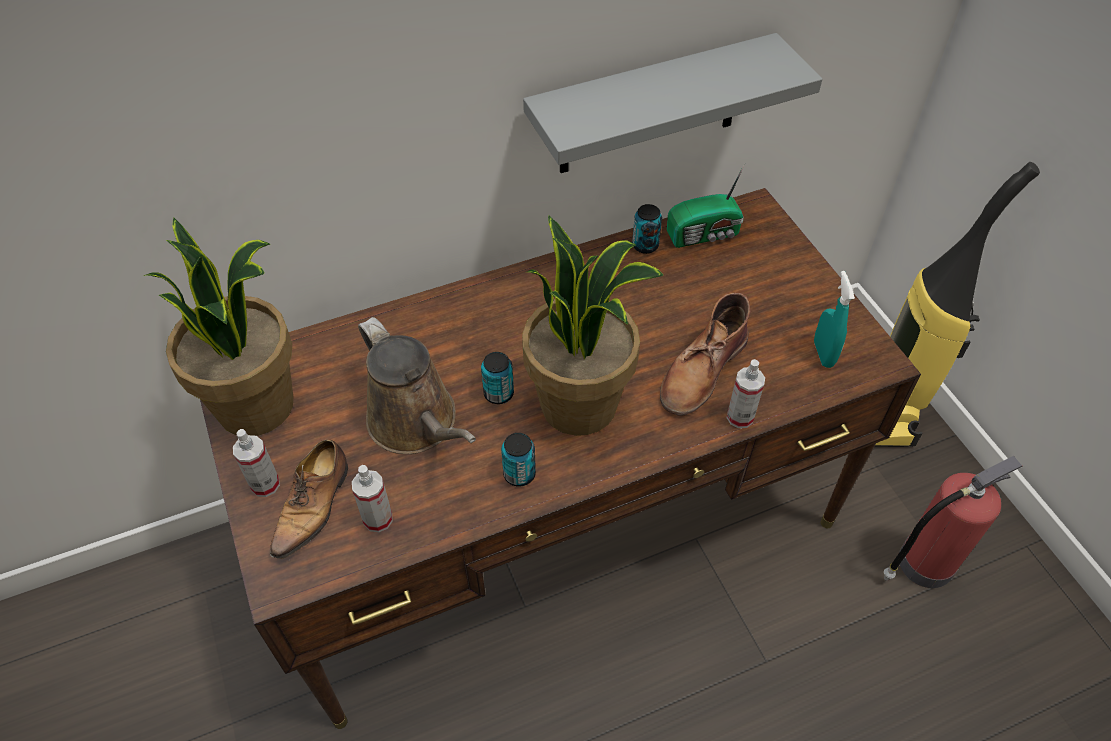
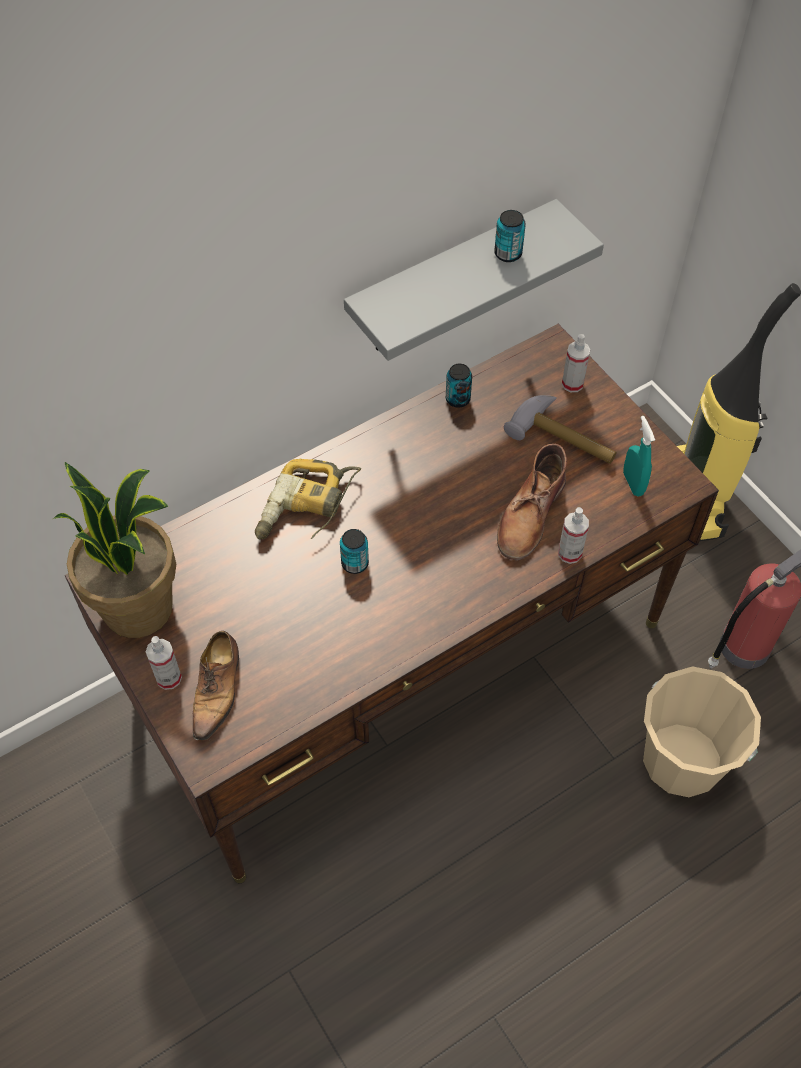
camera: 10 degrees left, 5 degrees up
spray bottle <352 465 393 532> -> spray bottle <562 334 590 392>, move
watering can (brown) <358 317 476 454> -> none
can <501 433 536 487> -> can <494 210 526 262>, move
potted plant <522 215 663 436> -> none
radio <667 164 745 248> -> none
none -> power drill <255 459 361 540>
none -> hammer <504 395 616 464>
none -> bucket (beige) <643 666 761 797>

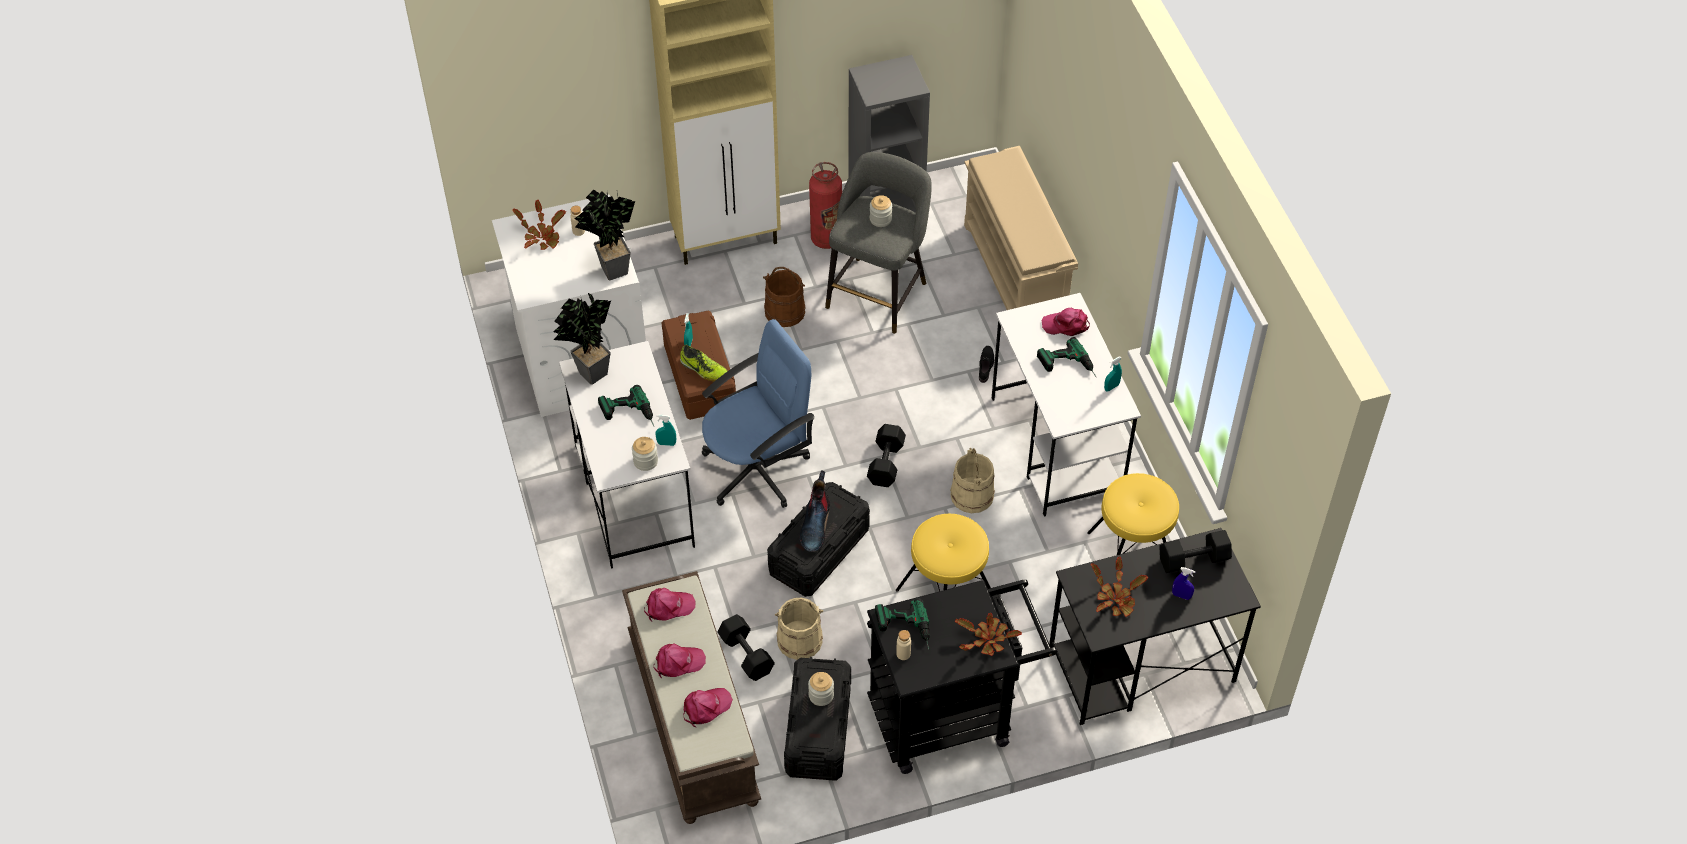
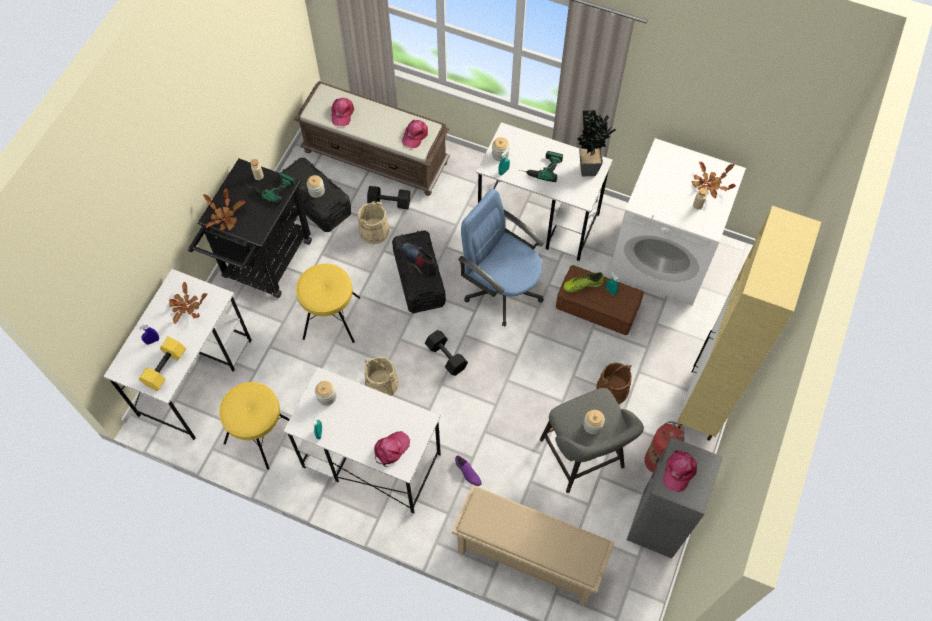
camera: 130 degrees right, 10 degrees up
potted plant <574 190 635 280> -> none
cap (pink) <654 644 706 678> -> cap (pink) <663 450 697 492>, move
office chair (blue) <701 319 815 508> -> office chair (blue) <458 189 544 327>, 120 degrees clockwise
shoe (black) <979 346 994 383> -> shoe (purple) <455 456 482 486>
power drill <1037 337 1097 378> -> none
desk (black) <1049 528 1261 725> -> desk (white) <103 269 251 440>
dumbbell (black) <1159 530 1232 573> -> dumbbell (yellow) <139 337 186 391>
none -> jar <315 381 336 406>

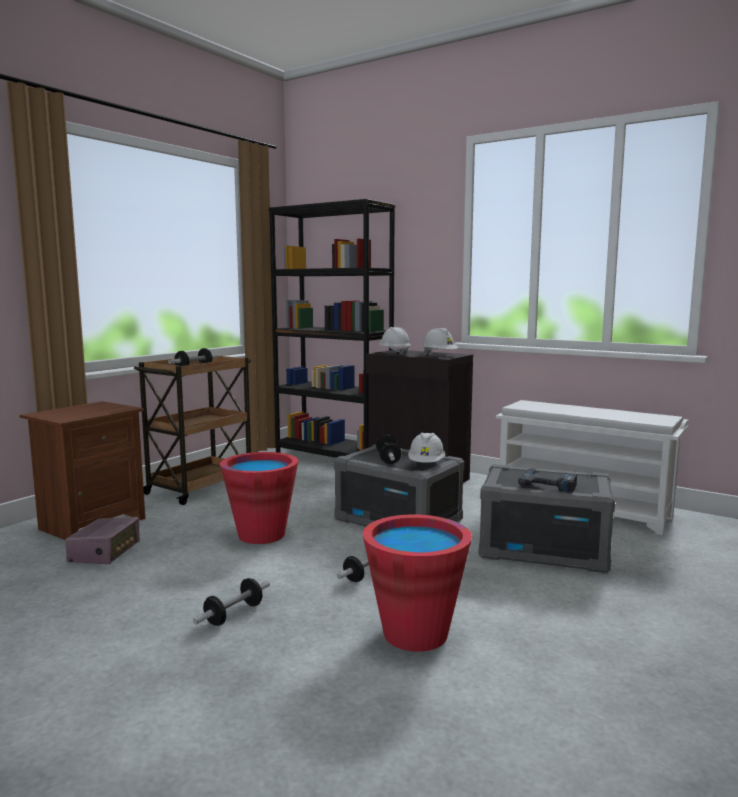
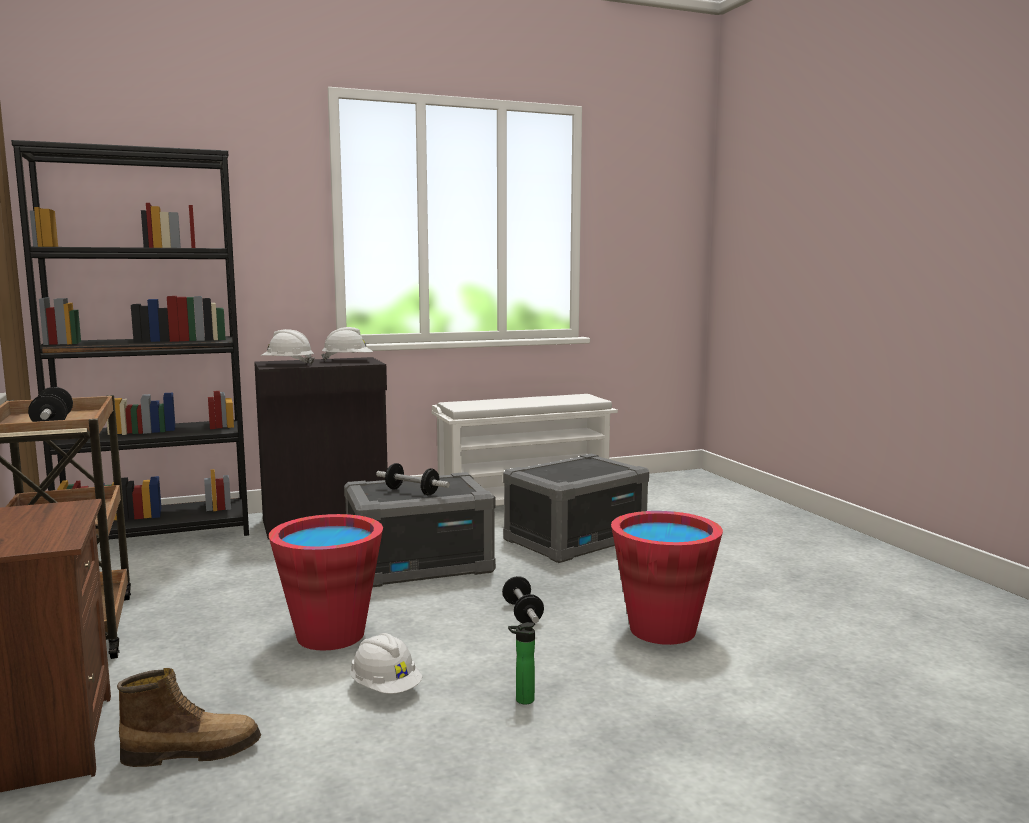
camera: 55 degrees left, 0 degrees up
radio <65 517 139 564> -> boot <117 668 261 767>
dumbbell <193 578 270 626> -> bottle <508 622 535 705>
hard hat (white) <408 432 445 463> -> hard hat (white) <350 633 422 694>, move
power drill <518 468 577 493> -> none

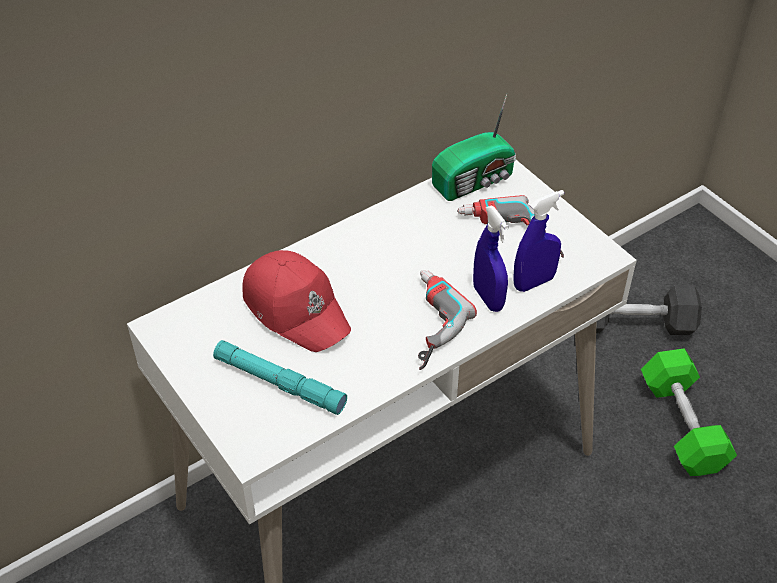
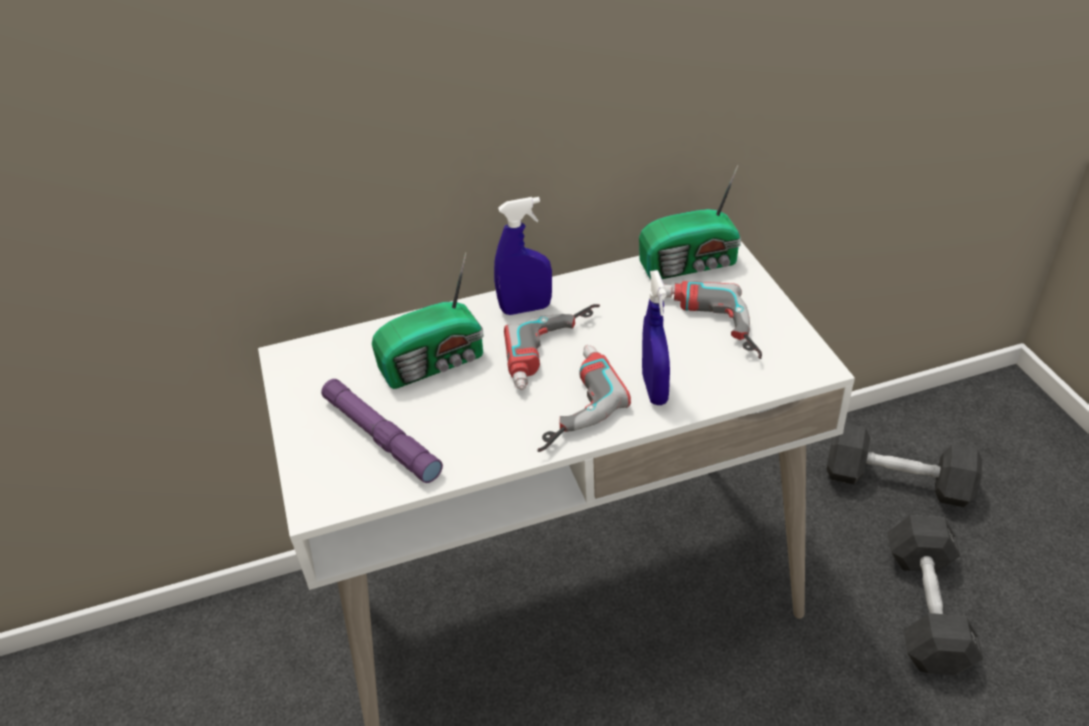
camera: 20 degrees right, 5 degrees down
flashlight (turquoise) <213 340 347 415> -> flashlight (purple) <321 379 443 483>
cap (red) <242 250 351 352> -> radio <372 253 484 389>
spray bottle (blue) <513 190 564 292> -> spray bottle (blue) <494 197 552 315>, move
dumbbell (green) <641 348 737 476> -> dumbbell (grey) <888 515 983 675>
none -> power drill <504 304 600 390>

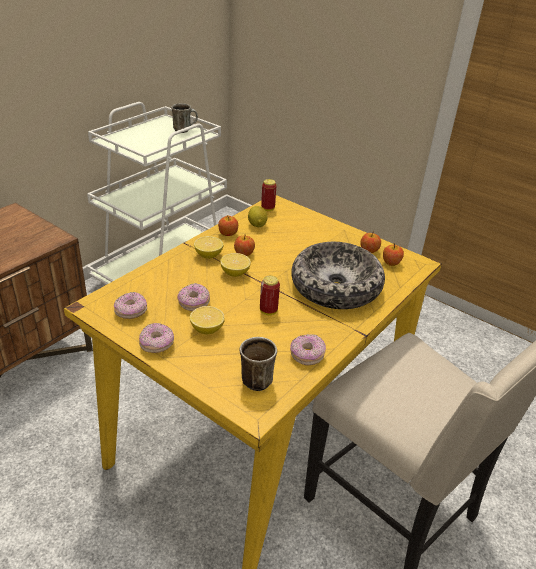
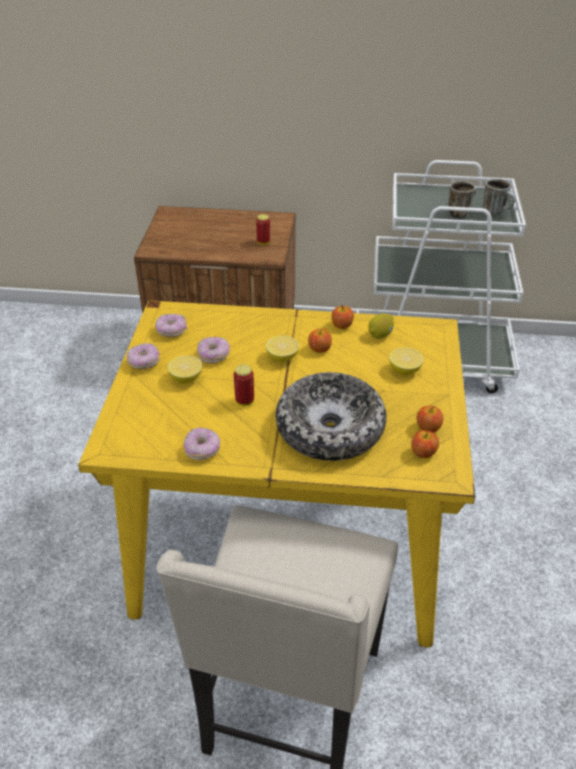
camera: 60 degrees right, 5 degrees up
lemon <194 236 224 259> -> lemon <389 348 423 375>, move
mug <240 337 277 391> -> mug <448 181 476 218>, move
can <261 179 276 211> -> can <256 214 270 245>, move

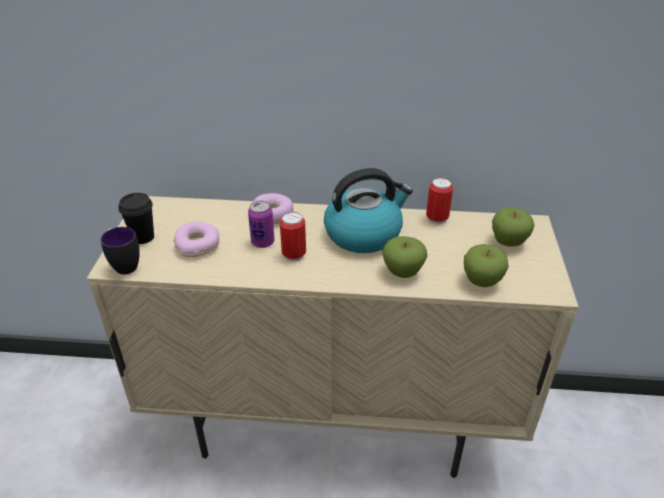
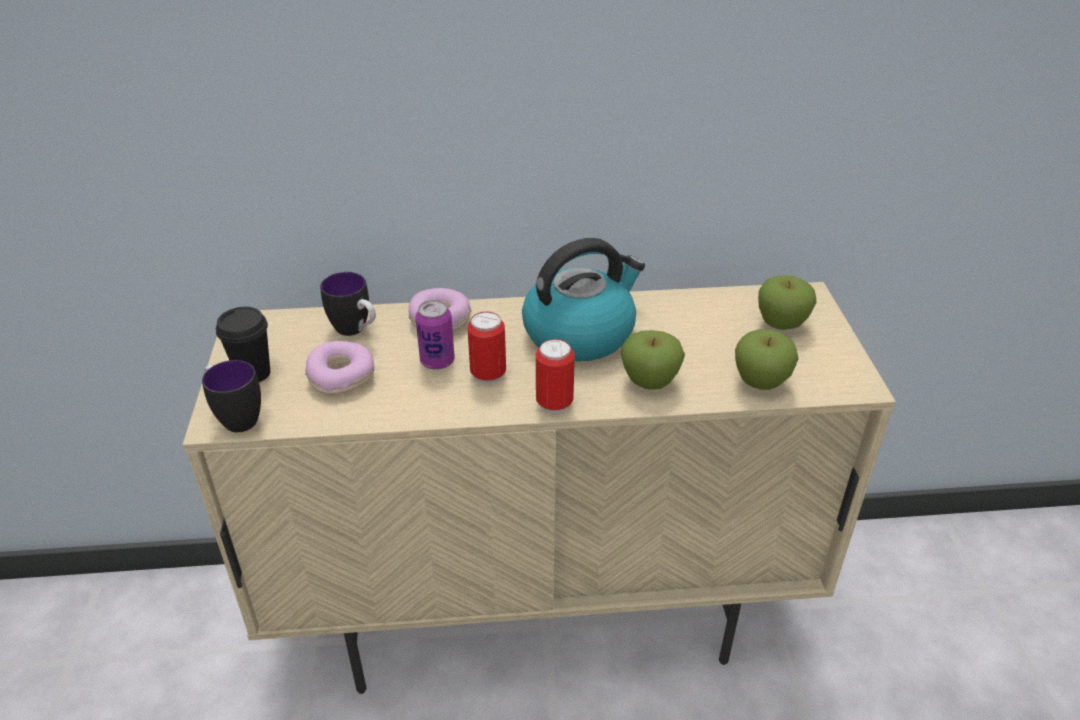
camera: 10 degrees left, 0 degrees up
can <426 178 453 224> -> can <536 339 575 414>, move
none -> mug <320 272 376 336>

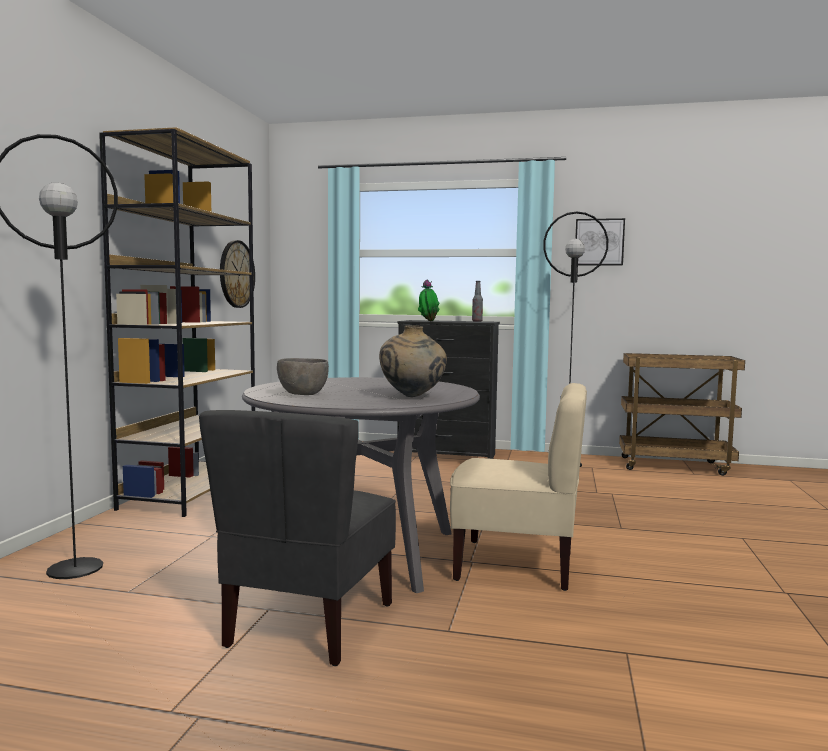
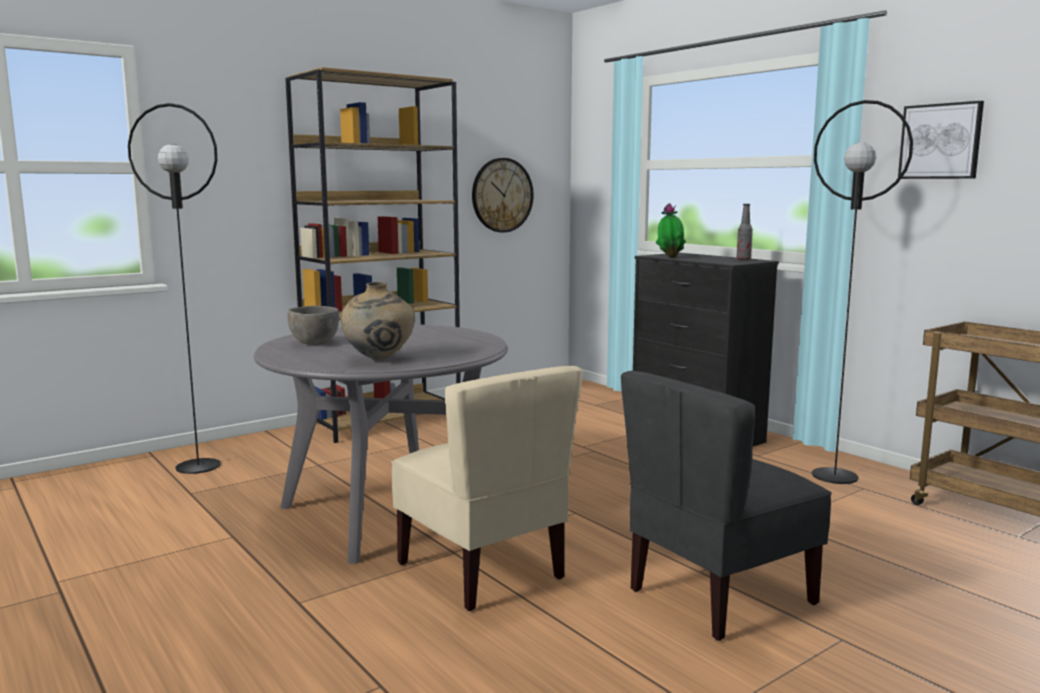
camera: 40 degrees right, 5 degrees up
chair (grey) <199 410 396 666> -> chair (grey) <621 371 832 641>, move

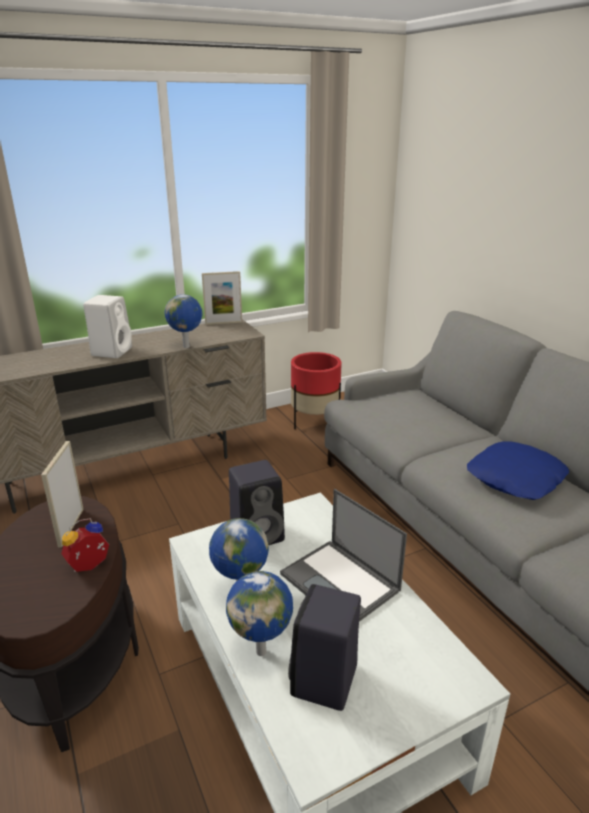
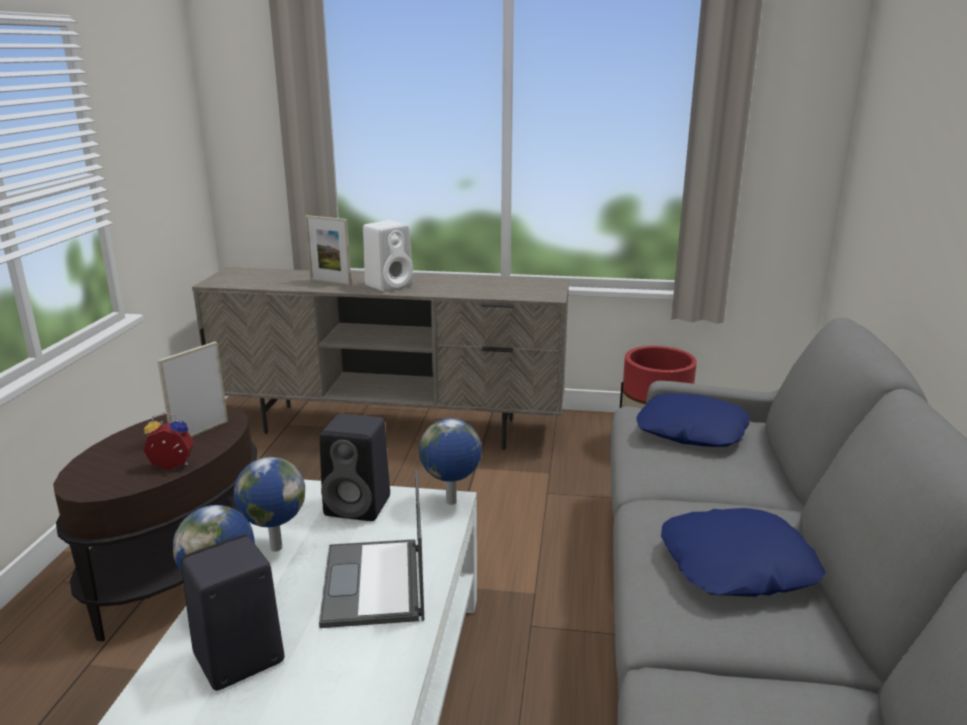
camera: 35 degrees right, 5 degrees down
globe <165 294 202 348> -> globe <419 418 482 505>, move
picture frame <202 271 242 325> -> picture frame <305 215 351 285>, move
none -> pillow (blue) <636 393 750 447>

